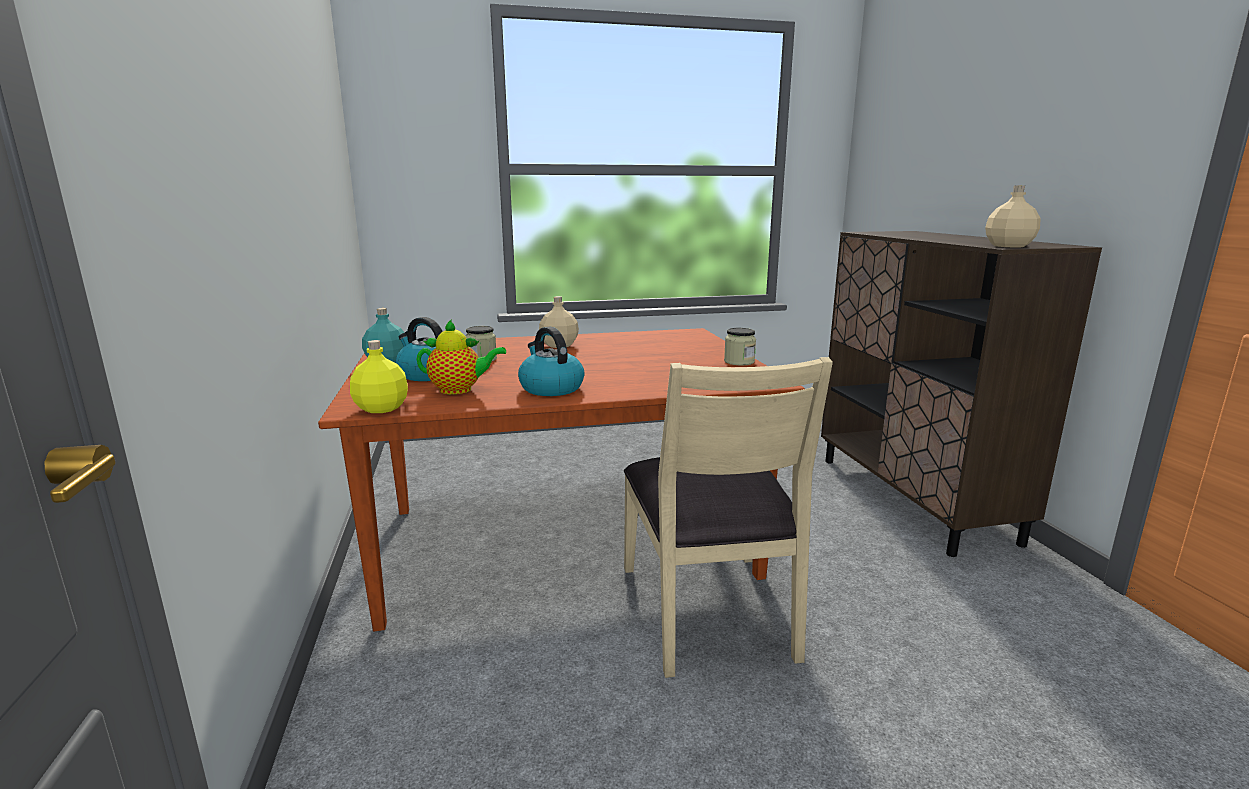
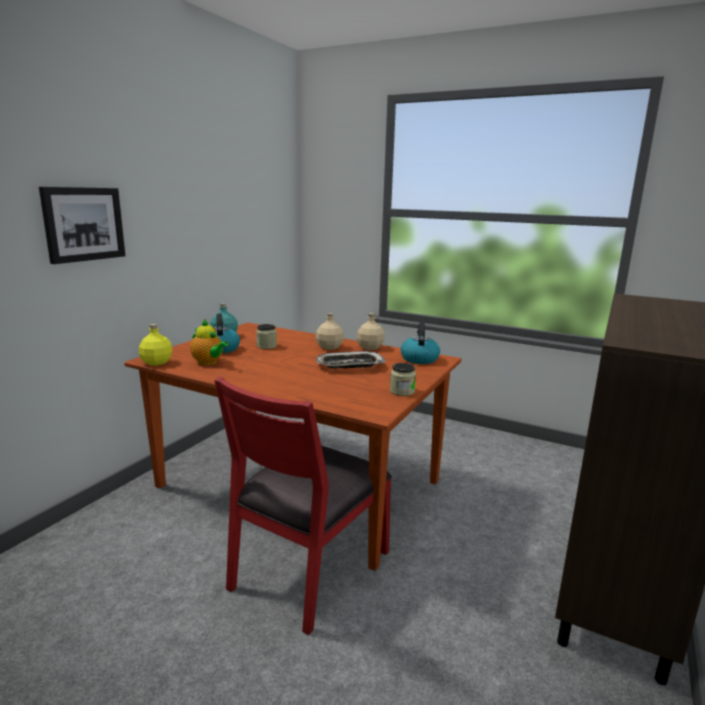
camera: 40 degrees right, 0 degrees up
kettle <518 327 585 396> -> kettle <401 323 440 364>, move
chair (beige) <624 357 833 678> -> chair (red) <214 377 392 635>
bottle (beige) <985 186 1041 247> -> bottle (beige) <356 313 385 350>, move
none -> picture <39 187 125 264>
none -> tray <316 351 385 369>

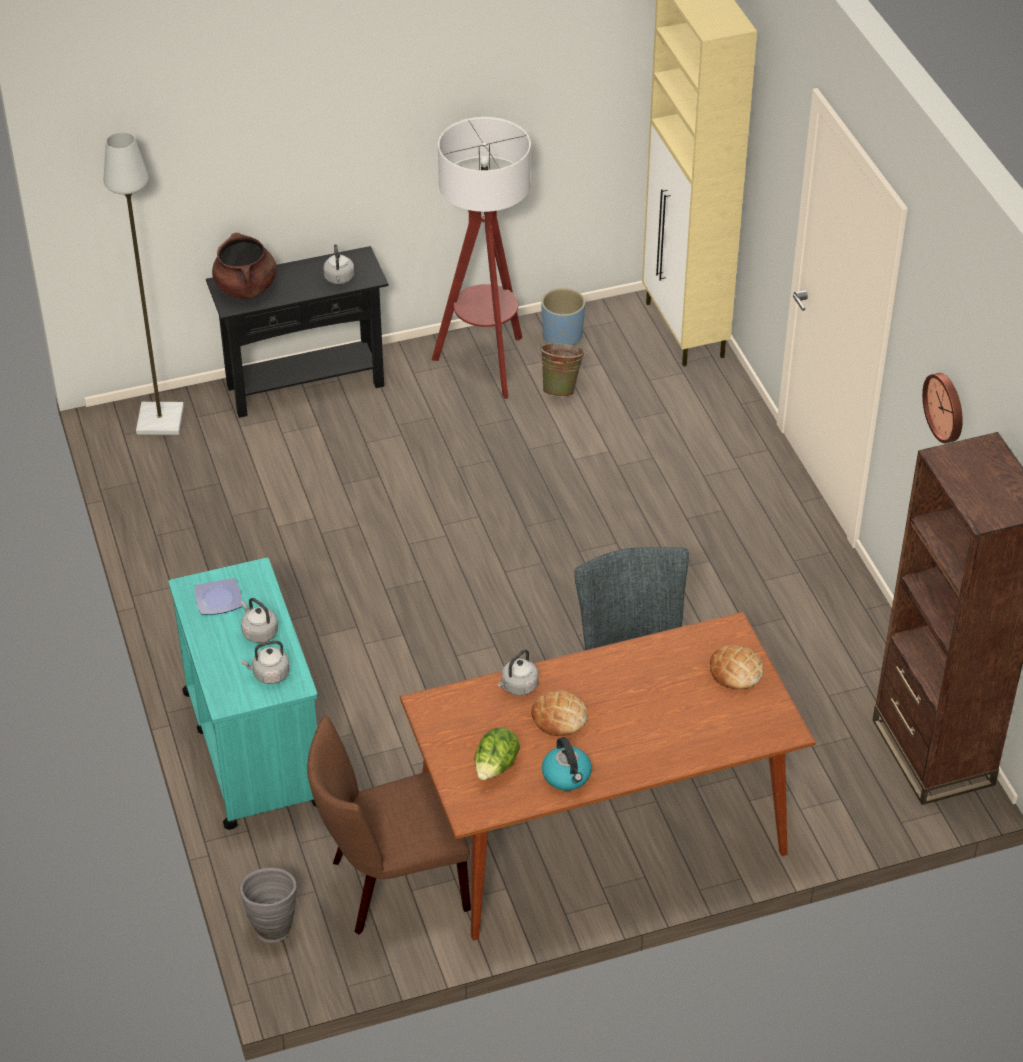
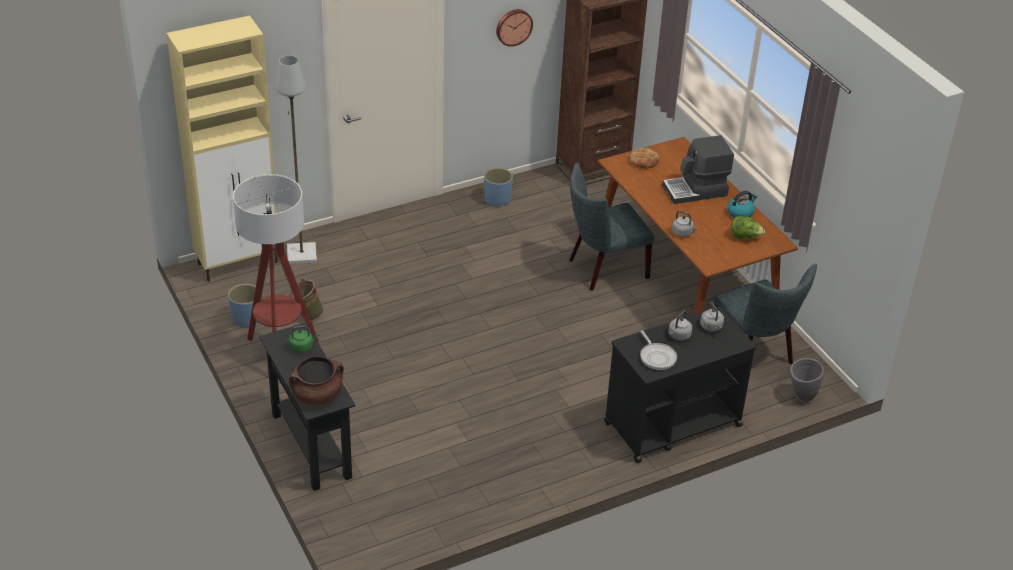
camera: 100 degrees left, 5 degrees down
floor lamp (grey) <104 132 184 435> -> floor lamp (grey) <276 55 317 264>, move
cart (turquoise) <169 558 318 830> -> cart (black) <604 307 756 463>
plate <195 578 242 615> -> frying pan <640 330 677 370>
chair (brown) <307 716 471 934> -> chair (grey) <714 264 817 364>
kettle (grey) <323 244 354 284> -> kettle (green) <289 325 320 353>
bread <531 691 588 736> -> none
none -> planter (blue) <484 168 513 206>
none -> coffee machine <662 135 734 204>

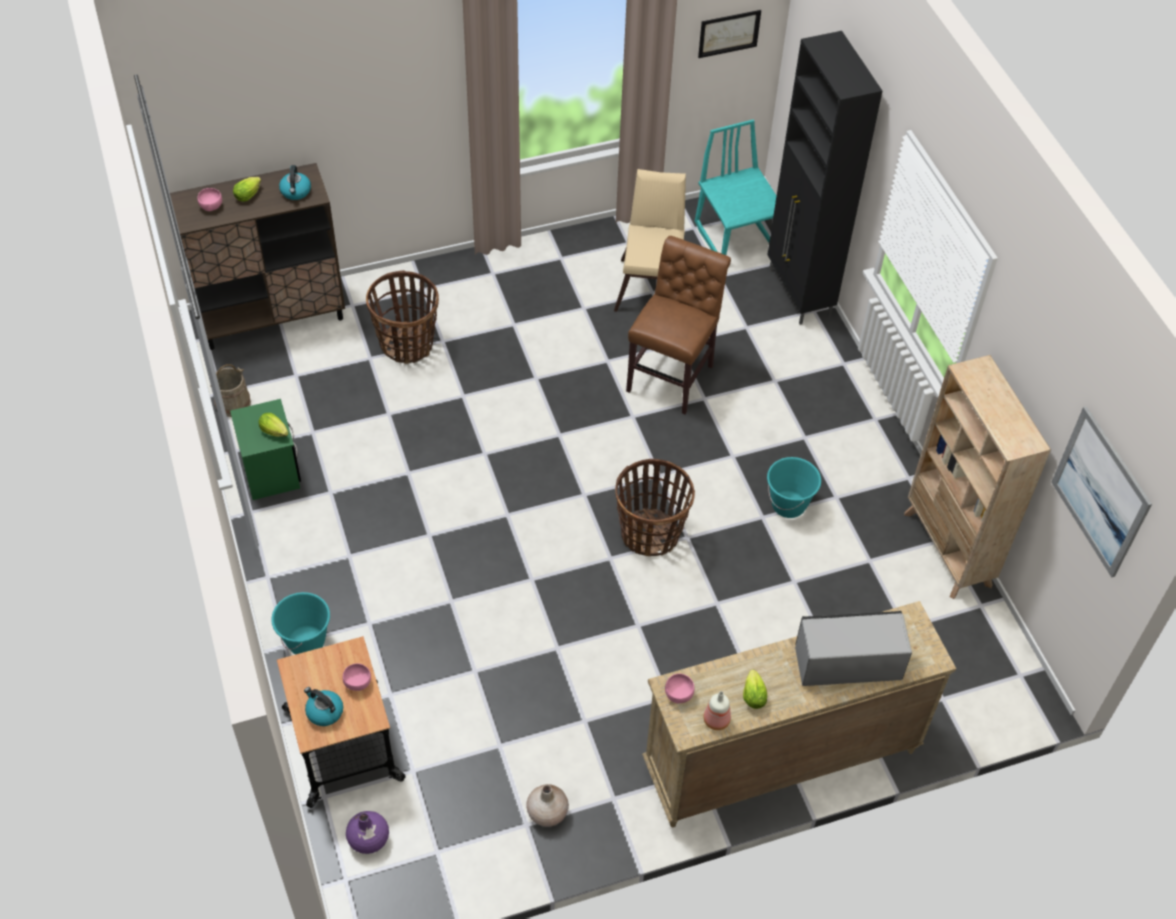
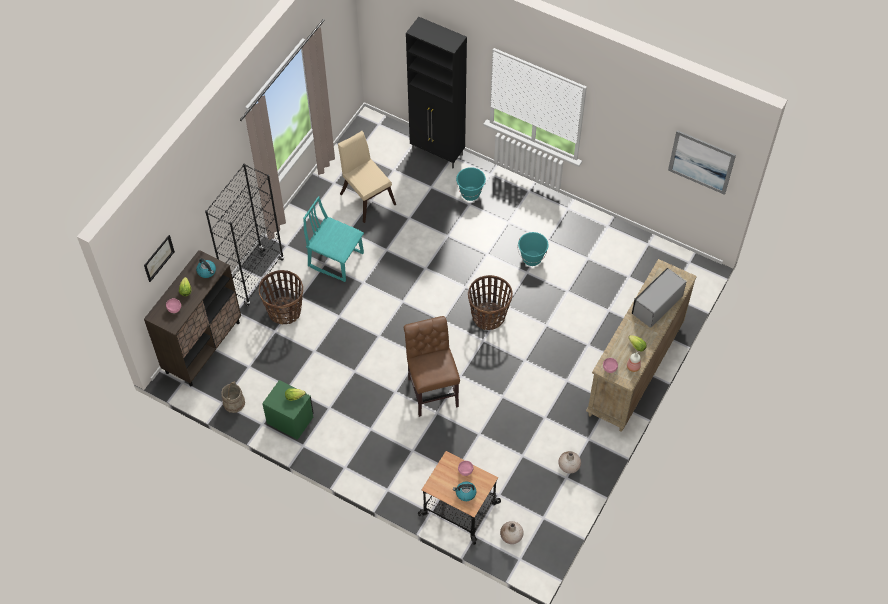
camera: 40 degrees left, 5 degrees up
bucket (turquoise) <271 592 330 655> -> bucket (turquoise) <456 167 486 201>, move
vase (purple) <346 811 389 854> -> vase (beige) <500 521 524 544>
chair (brown) <626 236 731 414> -> chair (brown) <404 316 460 417>, move
chair (turquoise) <695 119 777 255> -> chair (turquoise) <303 196 364 282>, move
picture <698 10 761 58> -> picture <144 235 175 282>, move
bookcase (beige) <904 355 1051 599> -> none
none -> bookcase (black) <205 163 284 306>

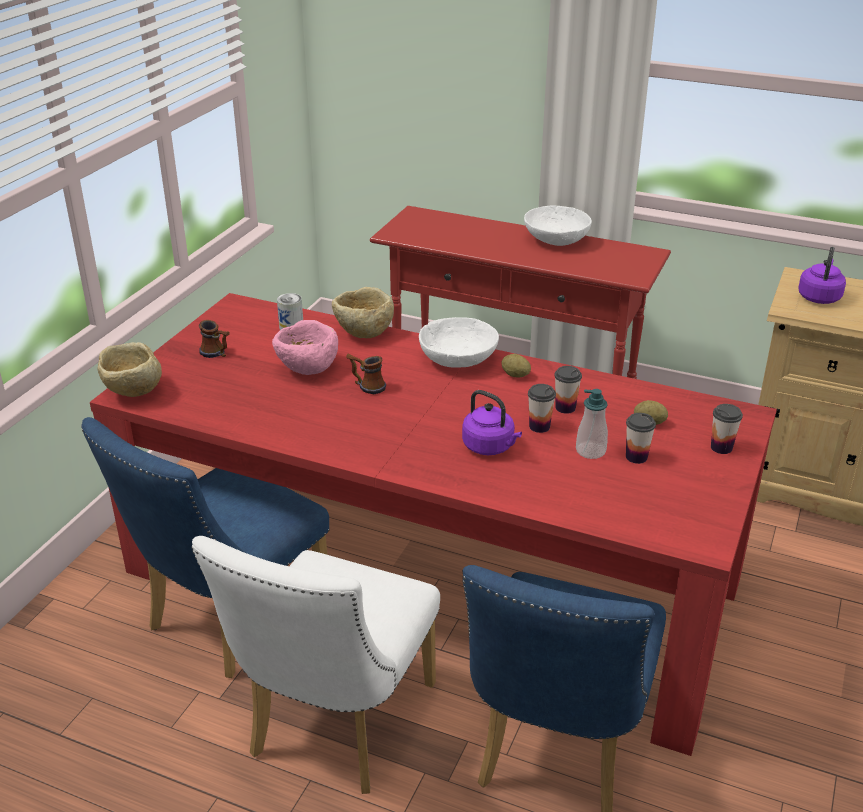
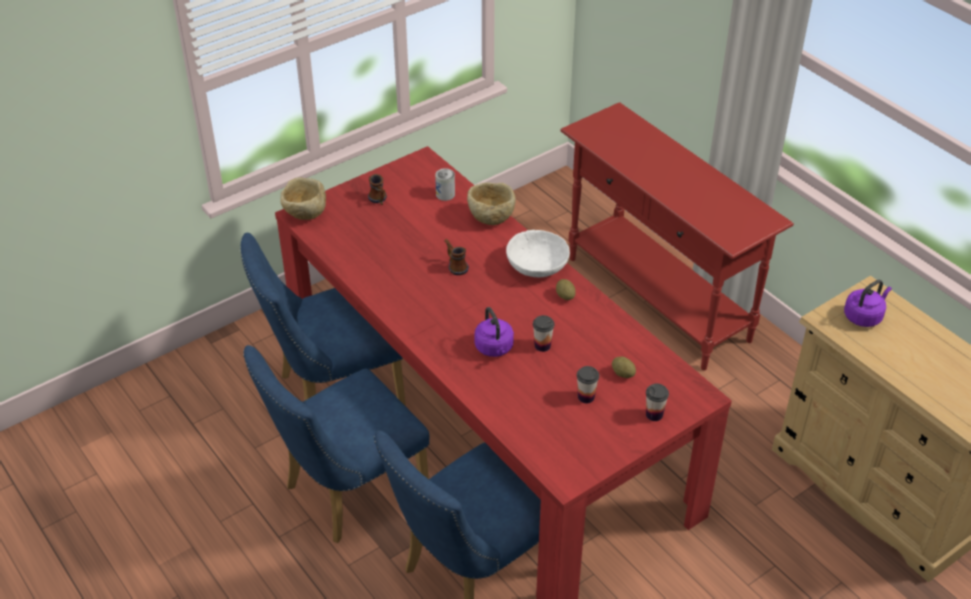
camera: 30 degrees right, 10 degrees up
chair (white) <191 536 440 794> -> chair (blue) <243 345 429 543>
bowl (pink) <272 320 338 375> -> none
bowl (white) <524 206 592 246> -> none
cup <554 366 582 414> -> none
soap dispenser <576 389 608 459> -> none

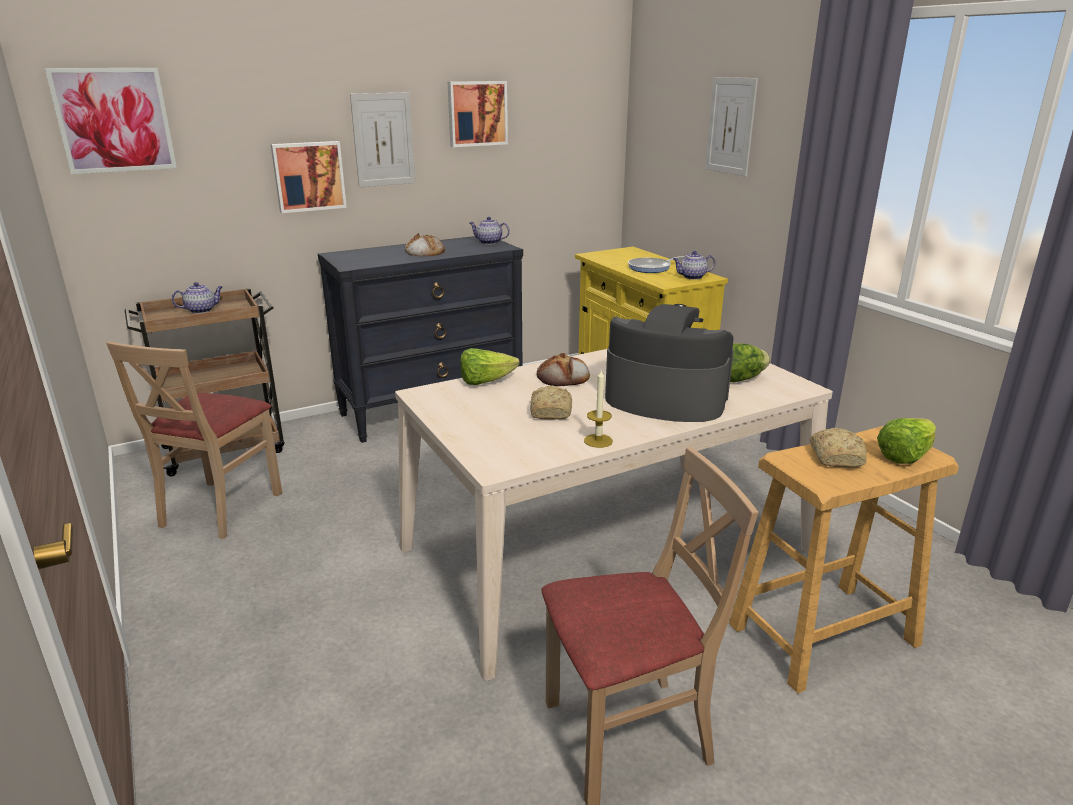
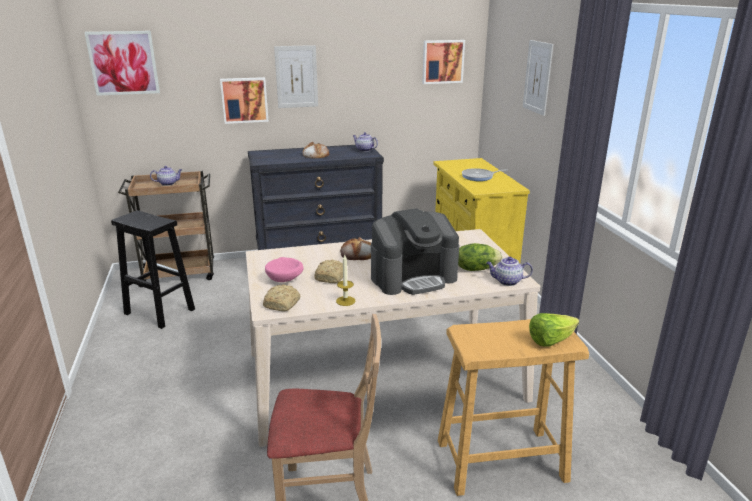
camera: 15 degrees right, 0 degrees up
chair (beige) <106 341 282 539> -> stool (black) <111 210 195 329>
picture <448 81 508 147> -> picture <422 40 465 84>, move
lettuce <460 348 520 385> -> none
coffee machine <605 304 734 422> -> coffee machine <371 208 459 295>, 120 degrees clockwise
teapot <673 251 716 280> -> teapot <486 257 533 286>, move
bread <810 428 867 467> -> bread <263 285 301 312>, move
none -> bowl (pink) <265 257 304 282>

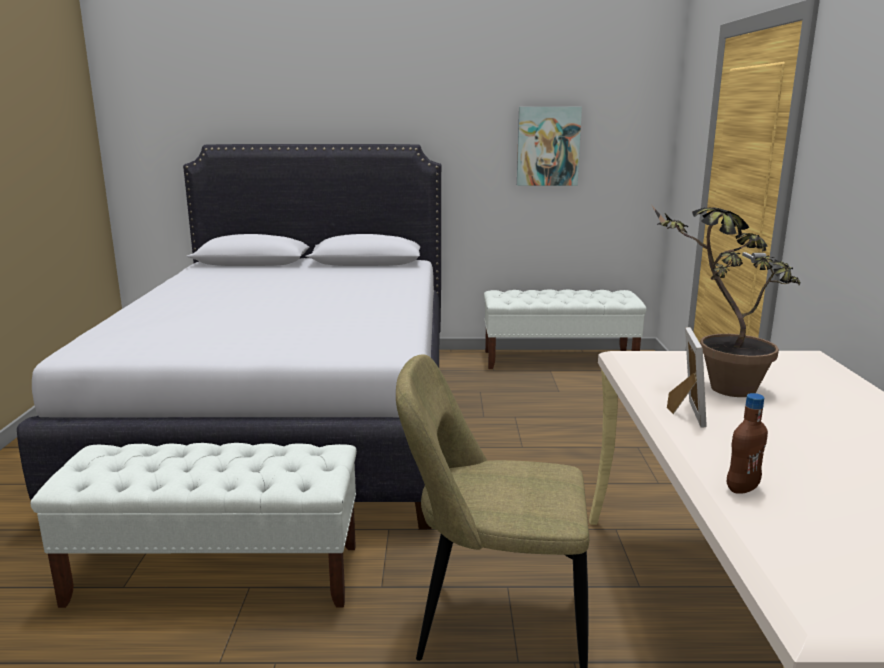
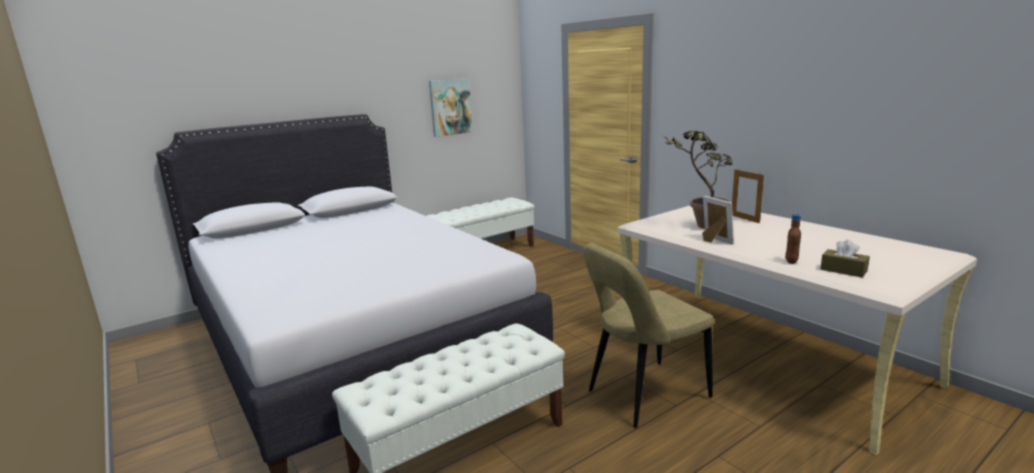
camera: 35 degrees left, 0 degrees up
none -> picture frame <732 169 764 223>
none -> tissue box (brown) <821 240 870 277>

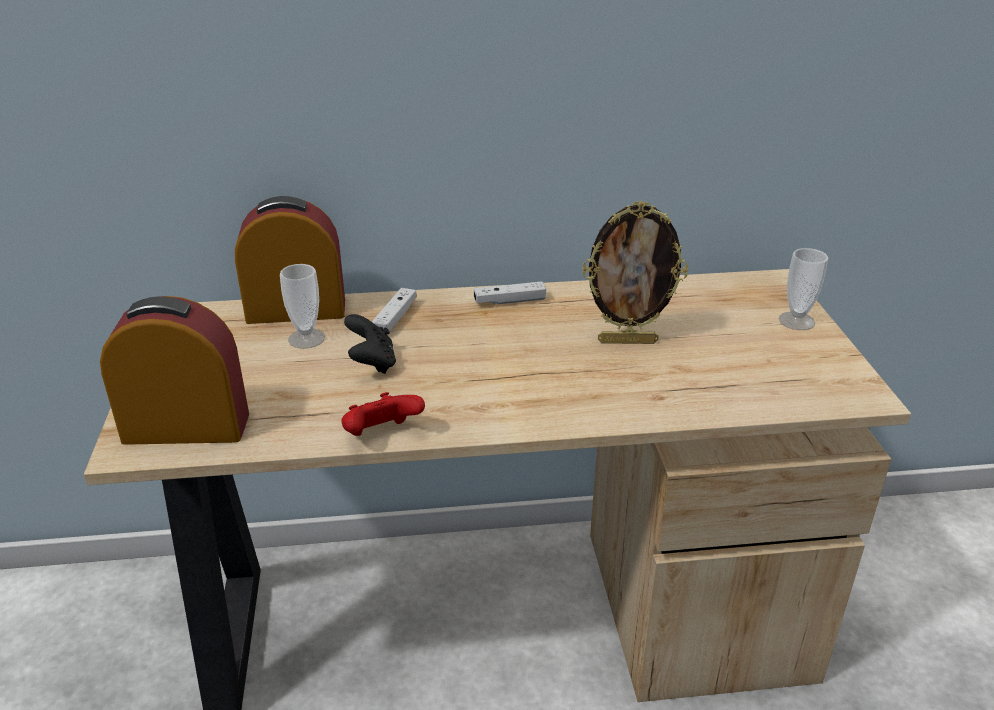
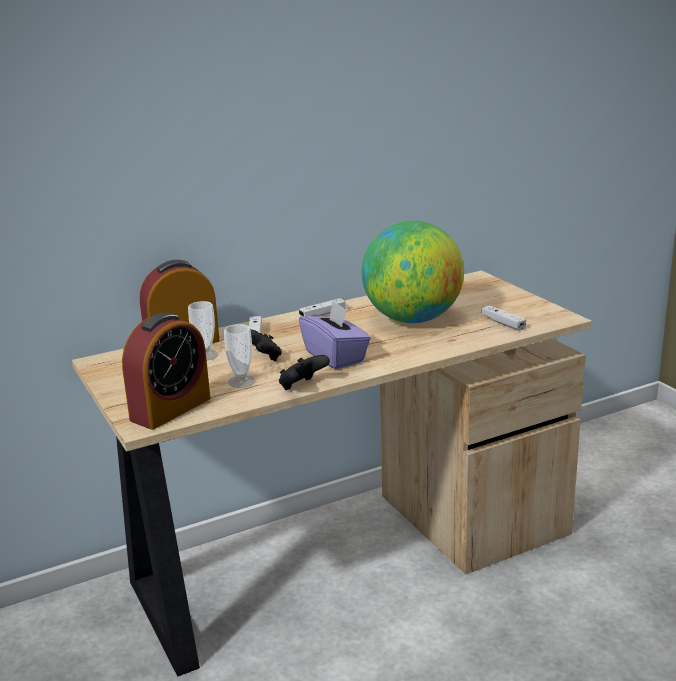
camera: 20 degrees left, 10 degrees down
alarm clock <100 296 249 445> -> alarm clock <122 313 211 430>, 150 degrees clockwise
game controller (red) <341 392 425 436> -> game controller (black) <279 355 330 390>
picture frame <582 201 688 344> -> globe <362 221 464 323>
cup <779 248 828 330> -> cup <224 324 255 388>, move
none -> tissue box (purple) <299 301 371 369>
none -> game controller (white) <481 305 526 331>

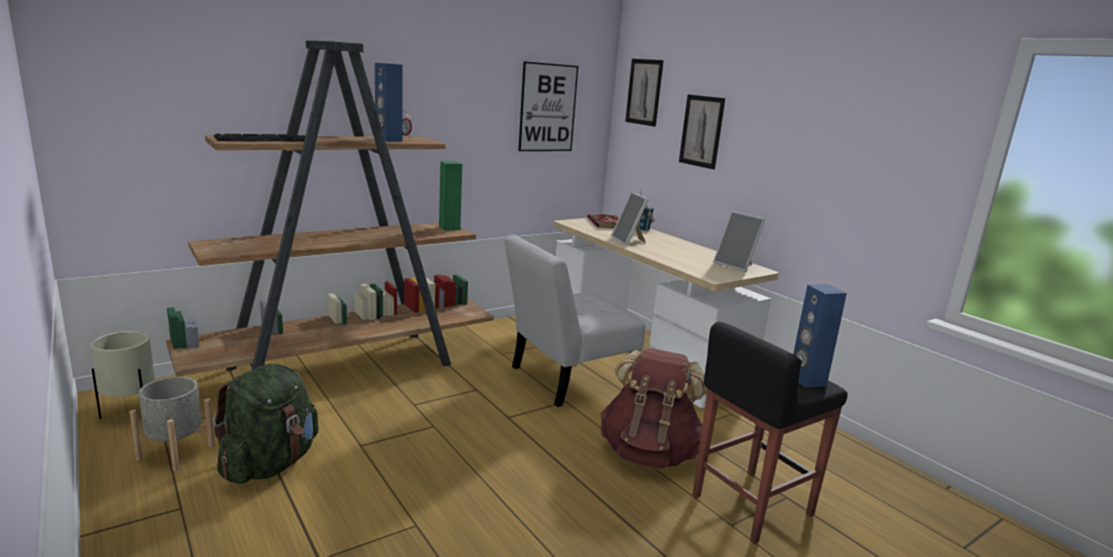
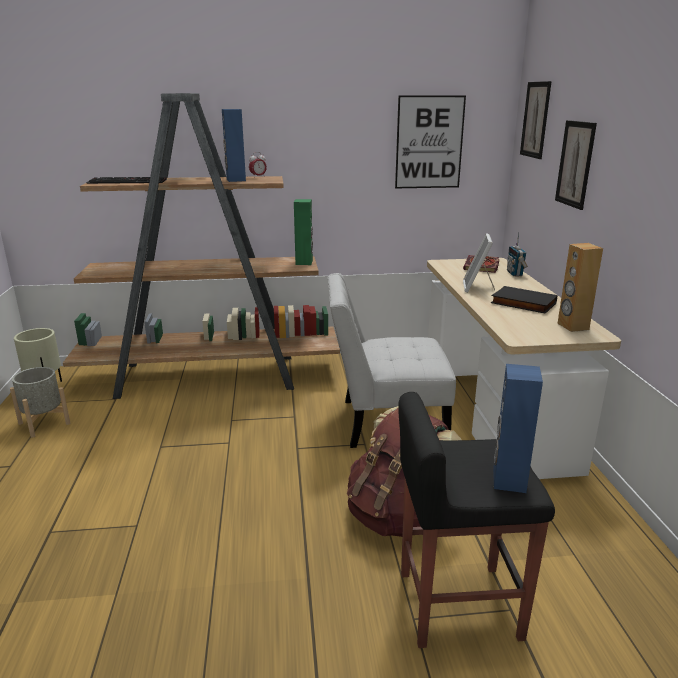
camera: 30 degrees right, 5 degrees up
backpack (green) <213 364 319 484> -> none
picture frame <713 211 765 272> -> speaker (brown) <557 243 603 332>
none -> book (black) <491 286 557 314>

